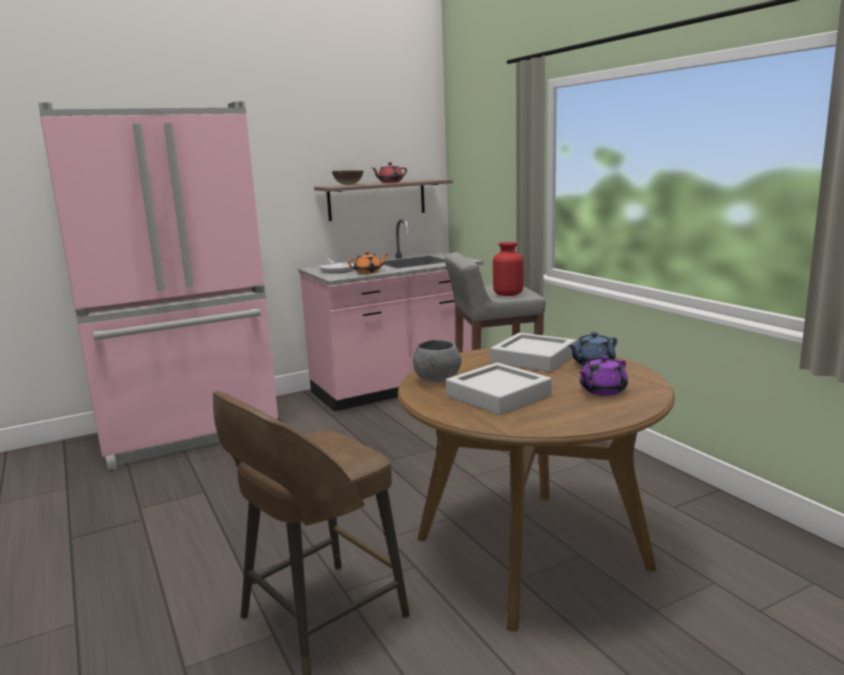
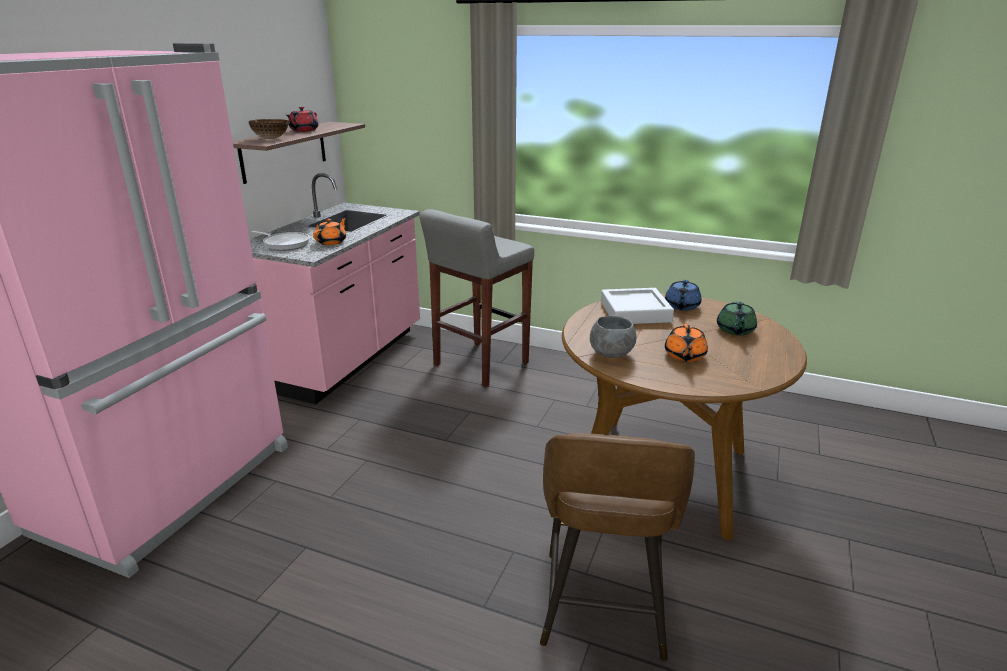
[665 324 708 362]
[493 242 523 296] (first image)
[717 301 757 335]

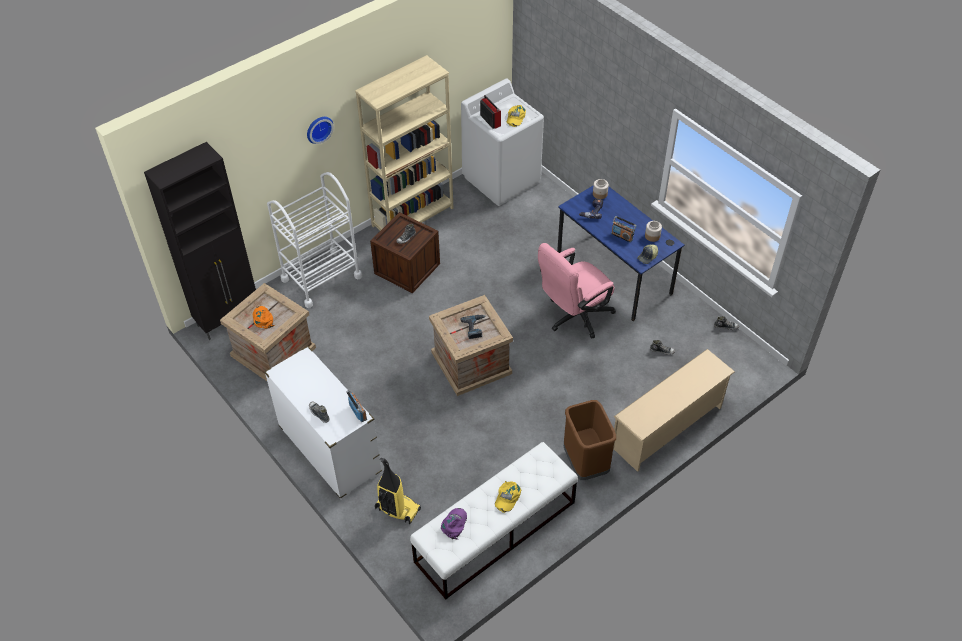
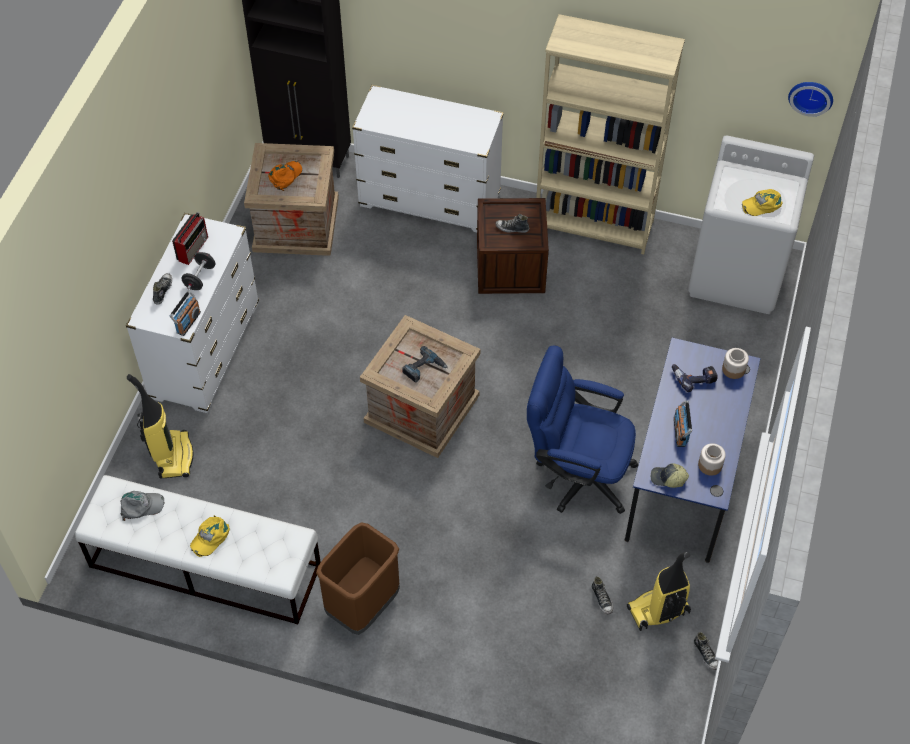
[352 85 504 232]
[788 82 833 117]
[120 491 165 521]
[172 212 208 265]
[190 515 230 557]
[527 345 638 514]
[613 349 735 472] (first image)
[181 252 216 290]
[627 552 691 631]

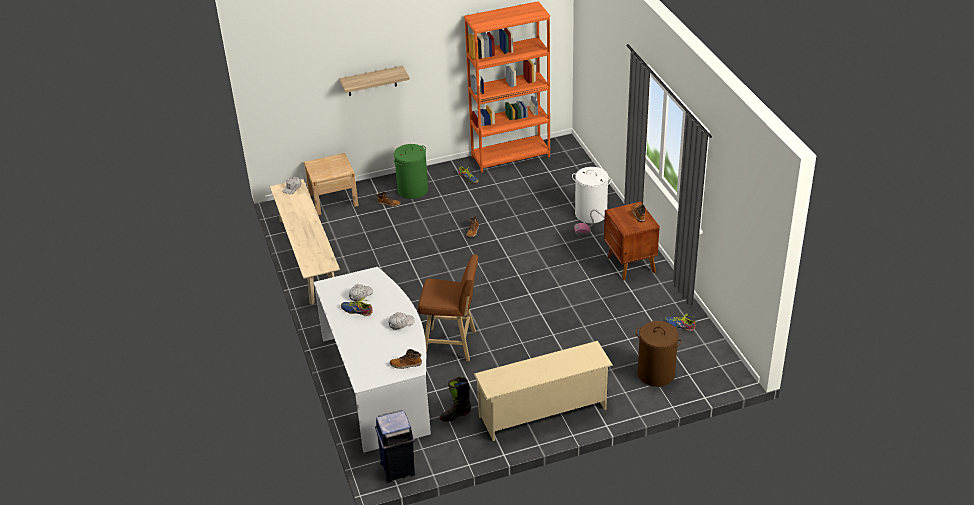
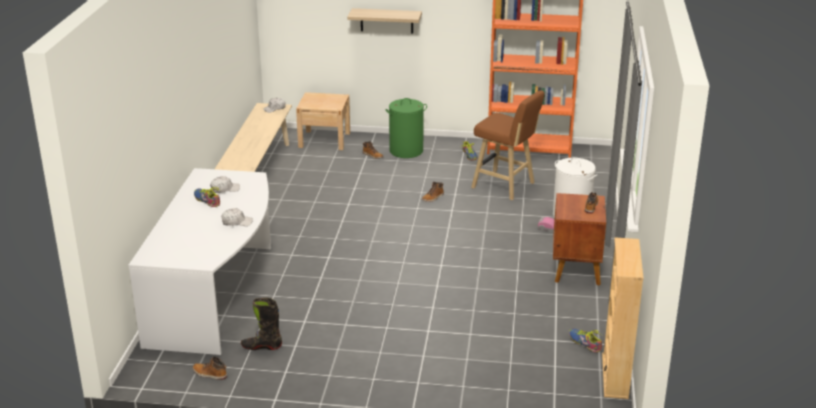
[375 410 415 482] (first image)
[193 357 227 380]
[471 90 545 200]
[474 341 613 441] (first image)
[635 321 682 387] (first image)
[602 237 644 399]

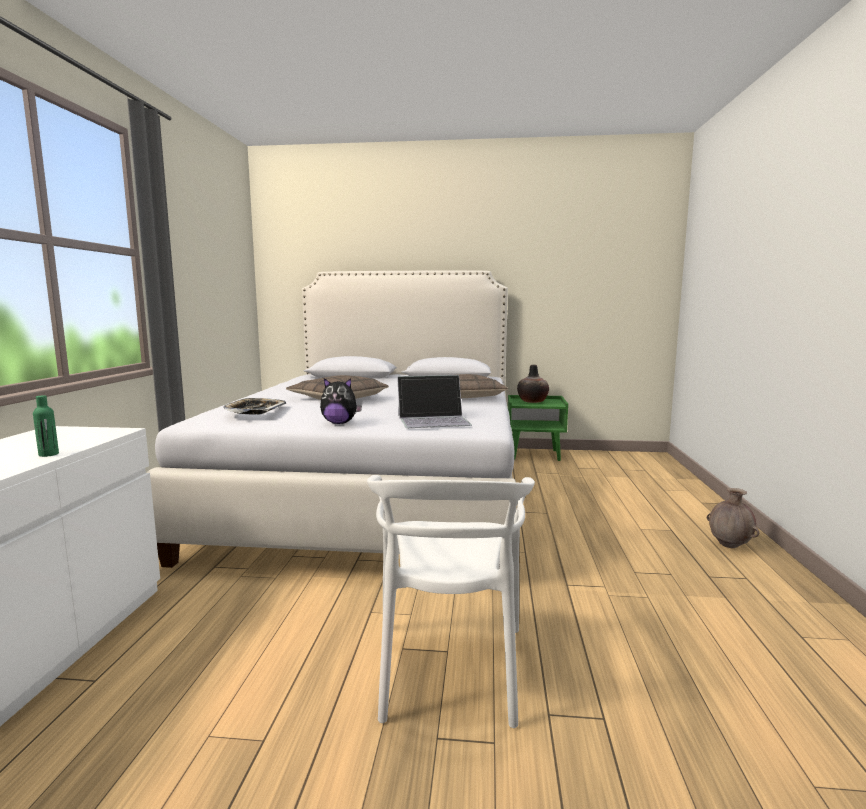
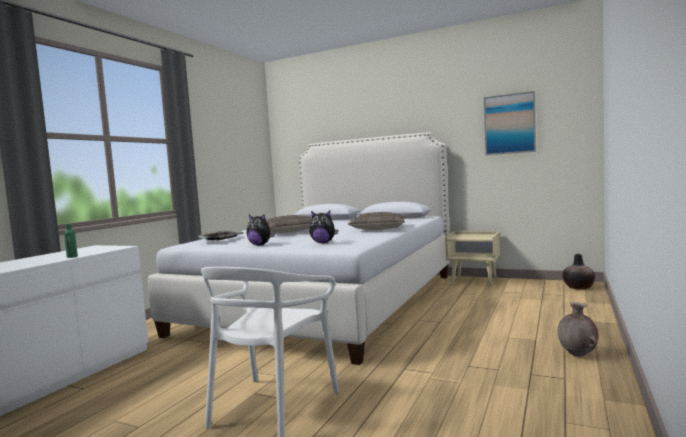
[310 211 338 243]
[445 231 500 286]
[563 254 595 289]
[484 91 536 155]

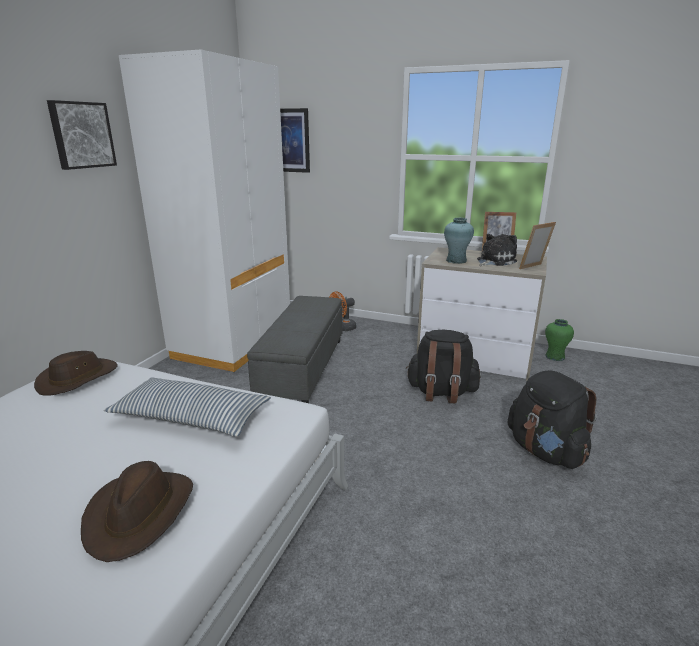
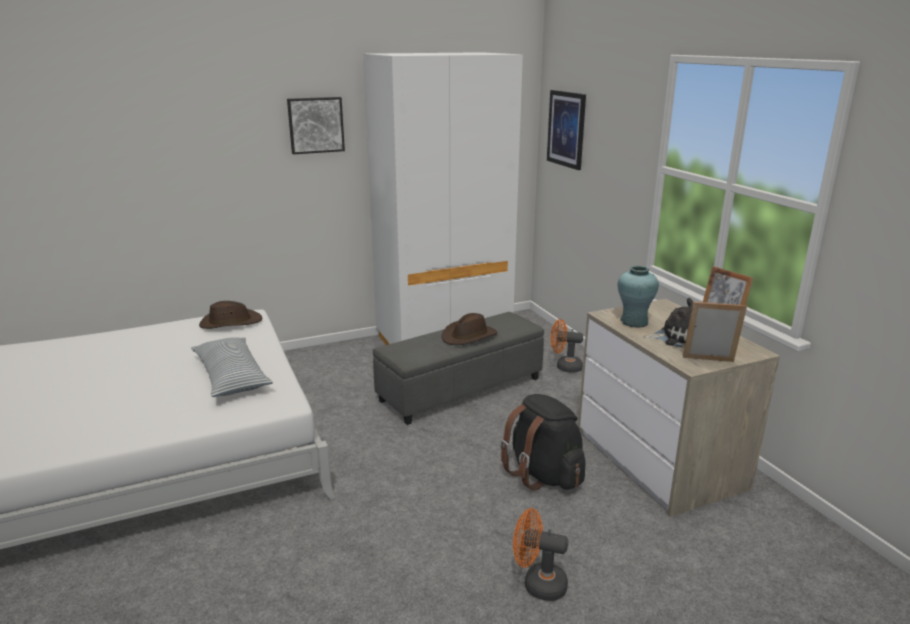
[441 313 498 345]
[513 508 568 601]
[545 319 574 361] (first image)

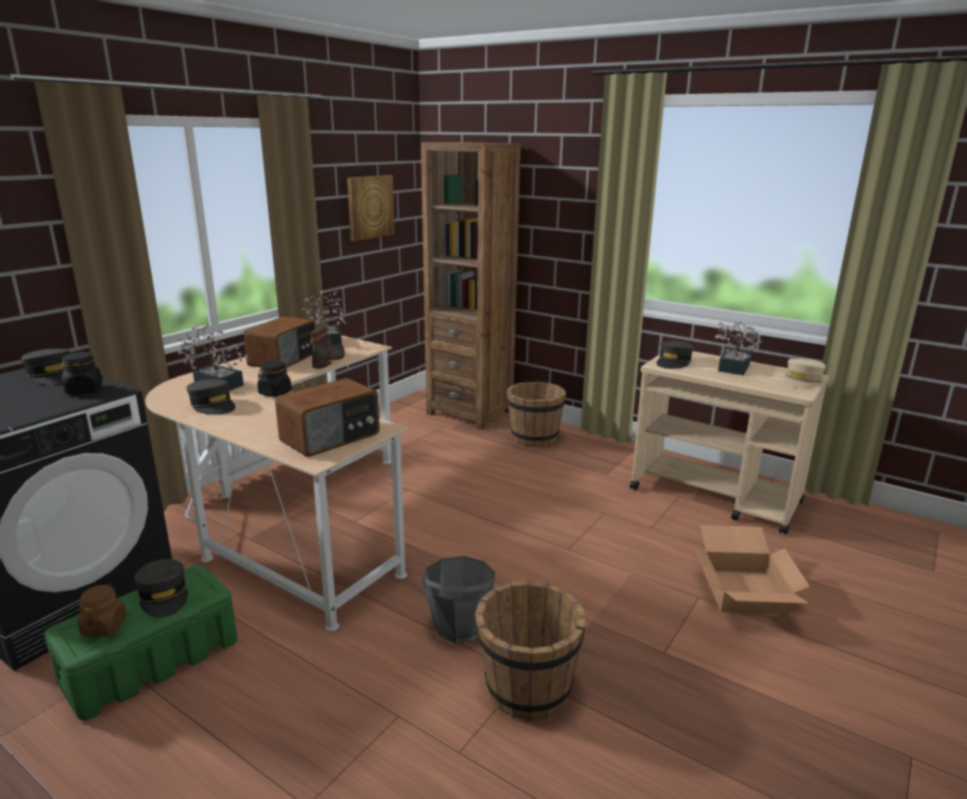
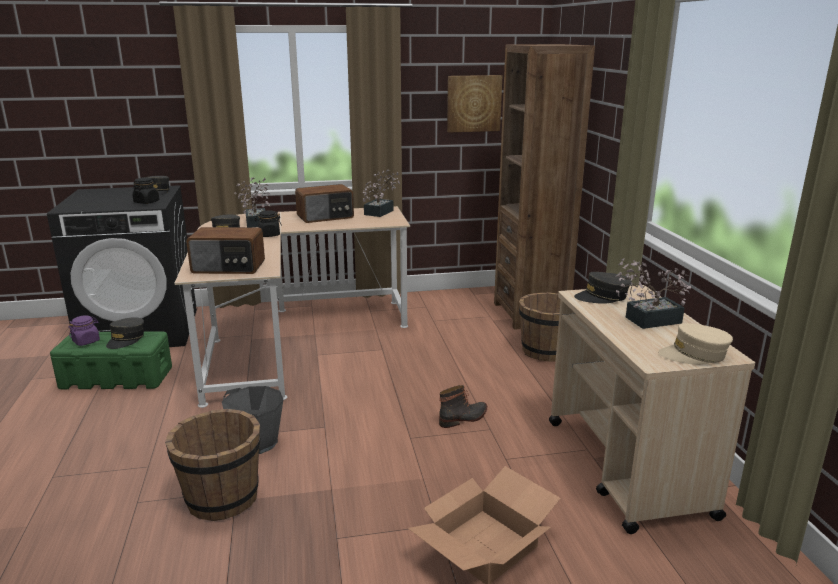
[69 315 100 346]
[439 385 487 428]

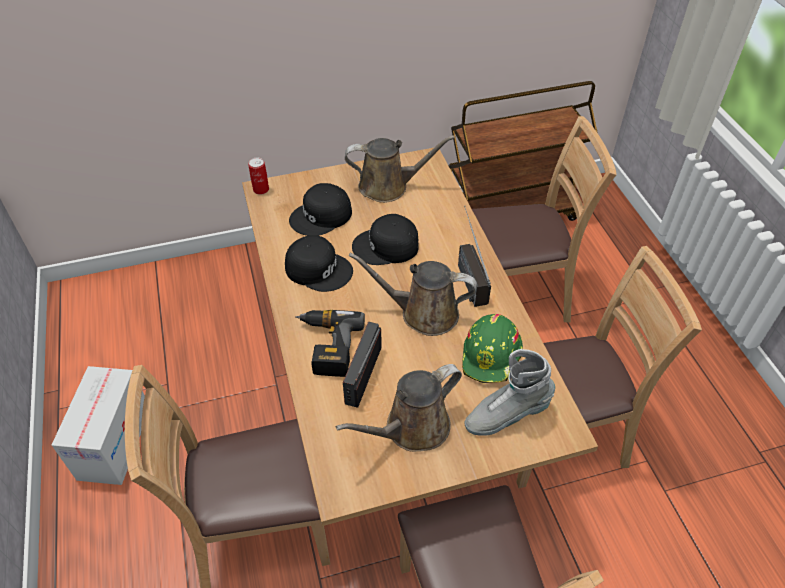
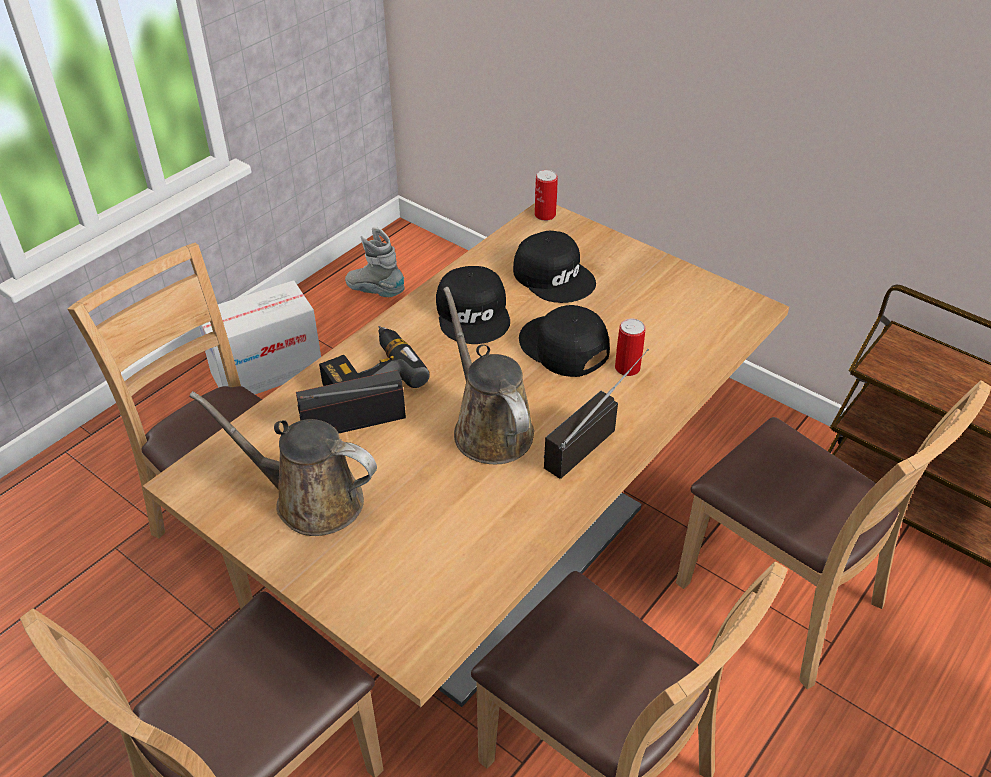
[513 231 596 303]
[345 136 455 203] (first image)
[462 314 523 383] (first image)
[345 227 405 297]
[615 319 646 376]

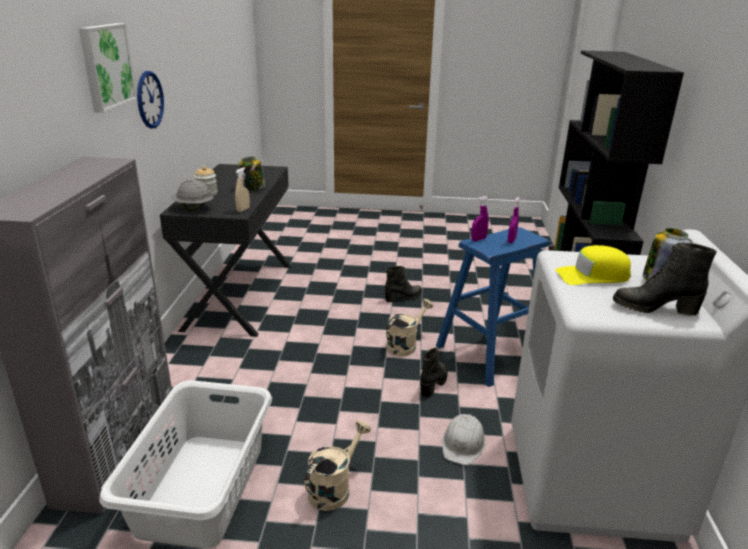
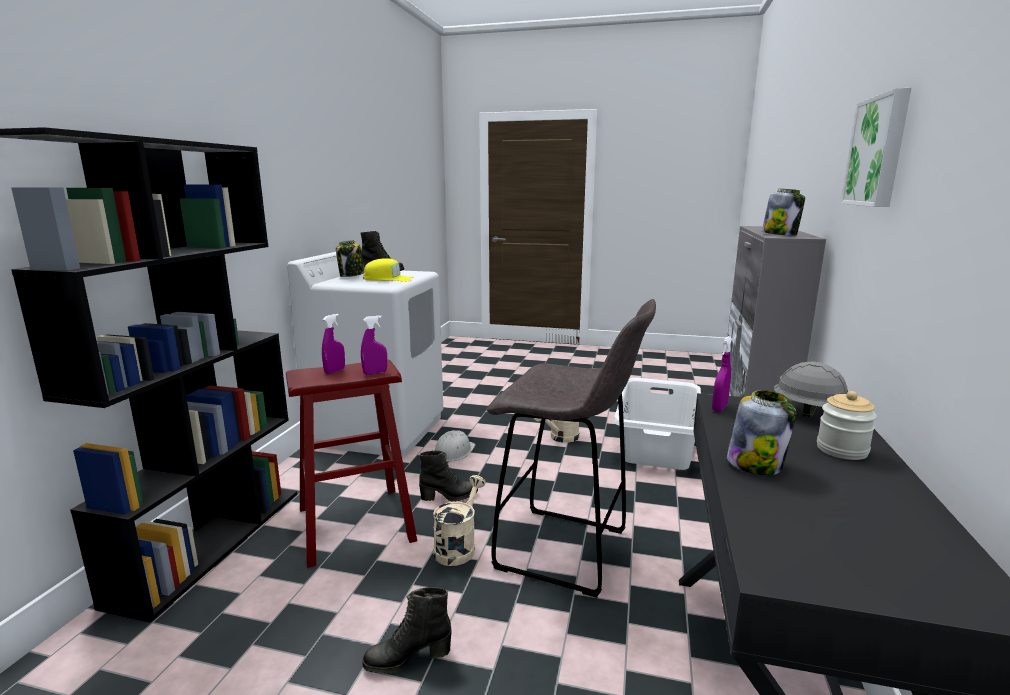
[137 71 164 129] (first image)
[712 336 732 412]
[433 475 486 566]
[419 450 478 502]
[286 359 417 568]
[486 299 656 598]
[762 189 805 236]

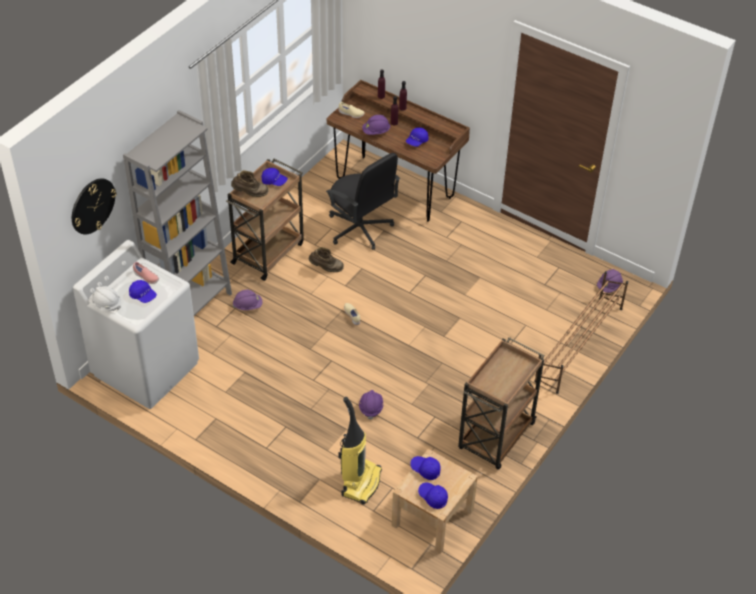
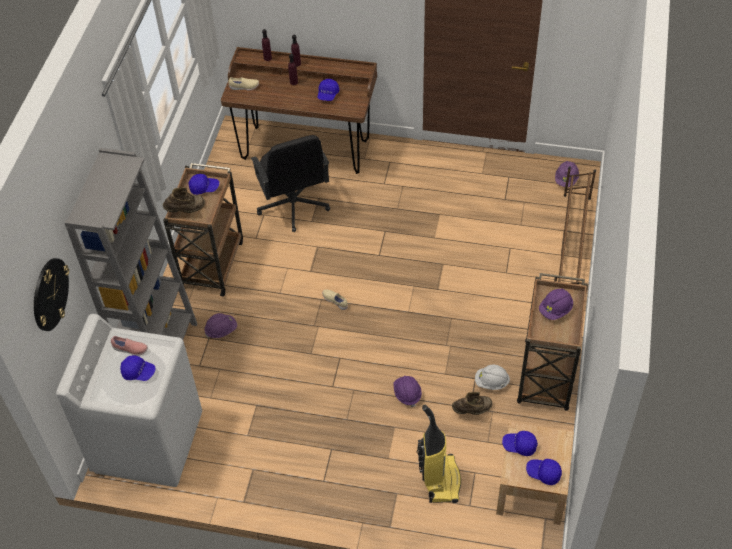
[475 364 510 390]
[452 392 493 415]
[251 135 330 232]
[539 288 573 320]

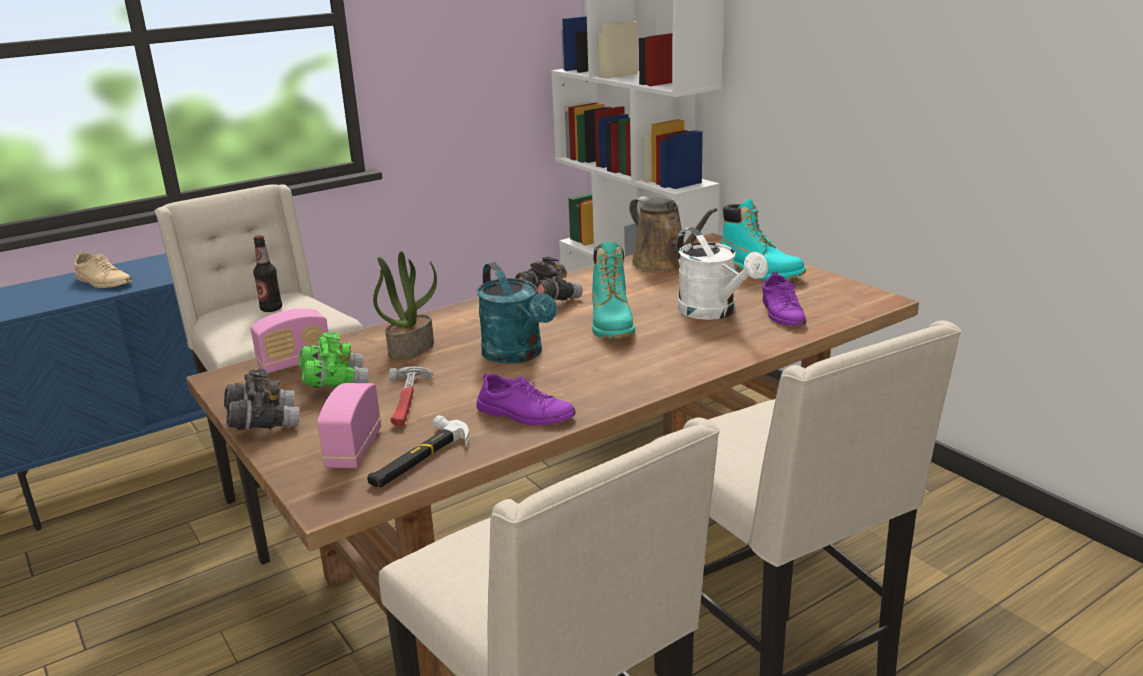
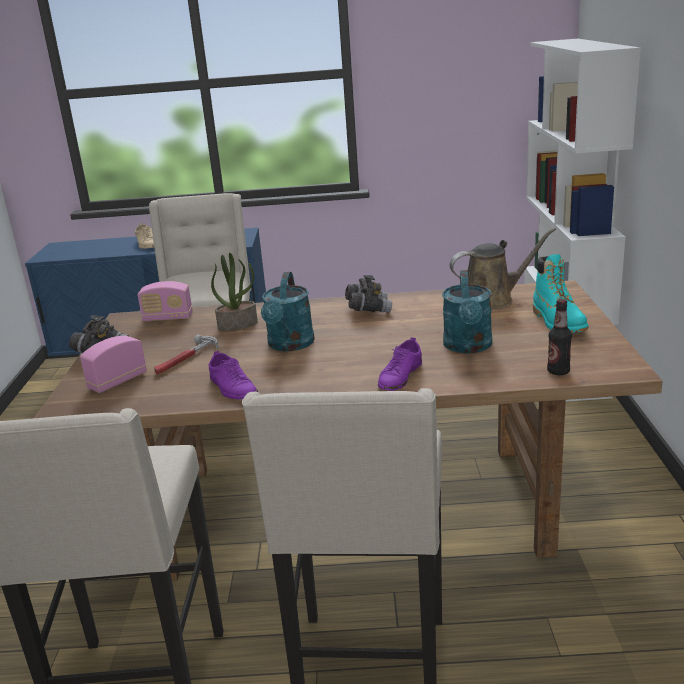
[547 299 572 375]
[299 332 368 388] (first image)
[367 415 470 487] (first image)
[592 242 635 339] (first image)
[450 228 556 309]
[442 270 492 353]
[378 337 422 391]

